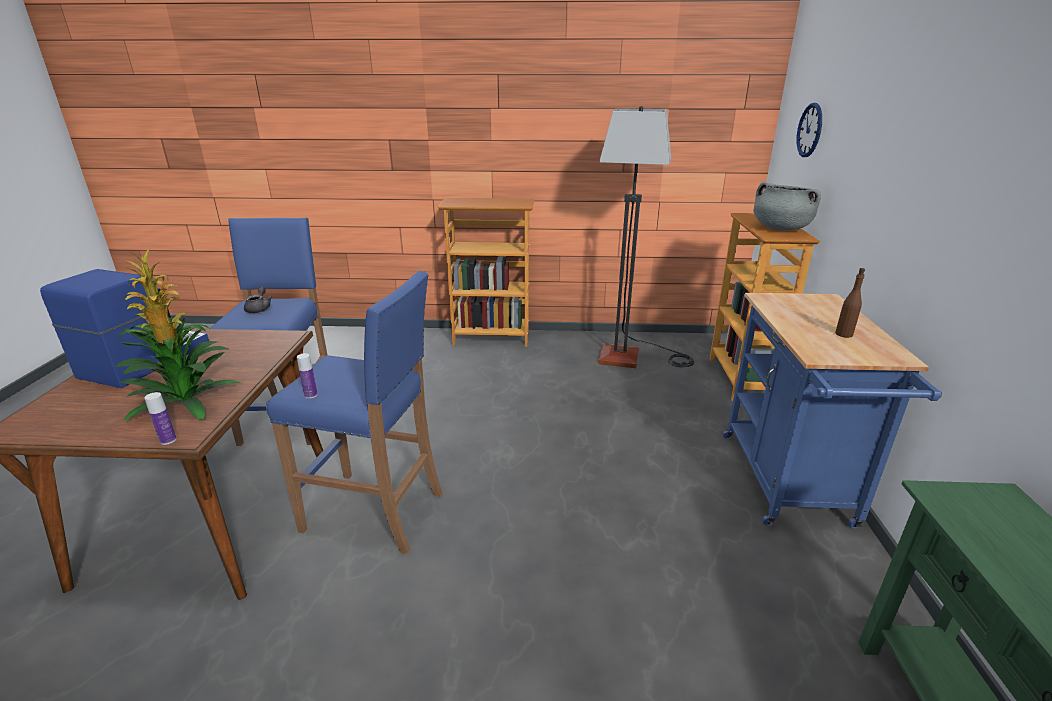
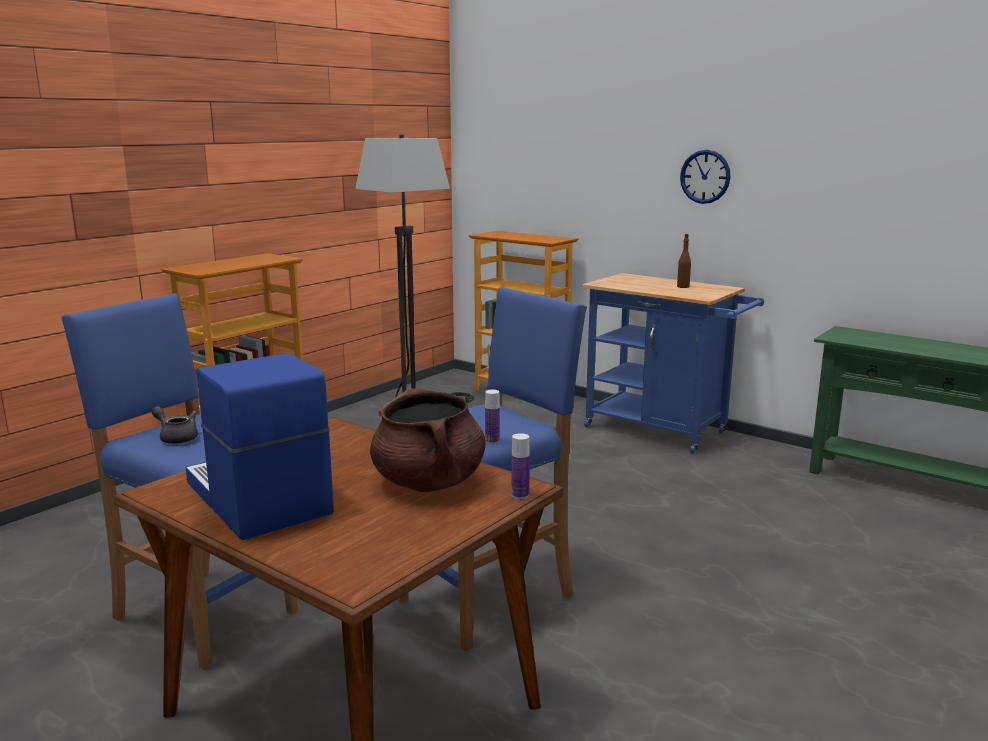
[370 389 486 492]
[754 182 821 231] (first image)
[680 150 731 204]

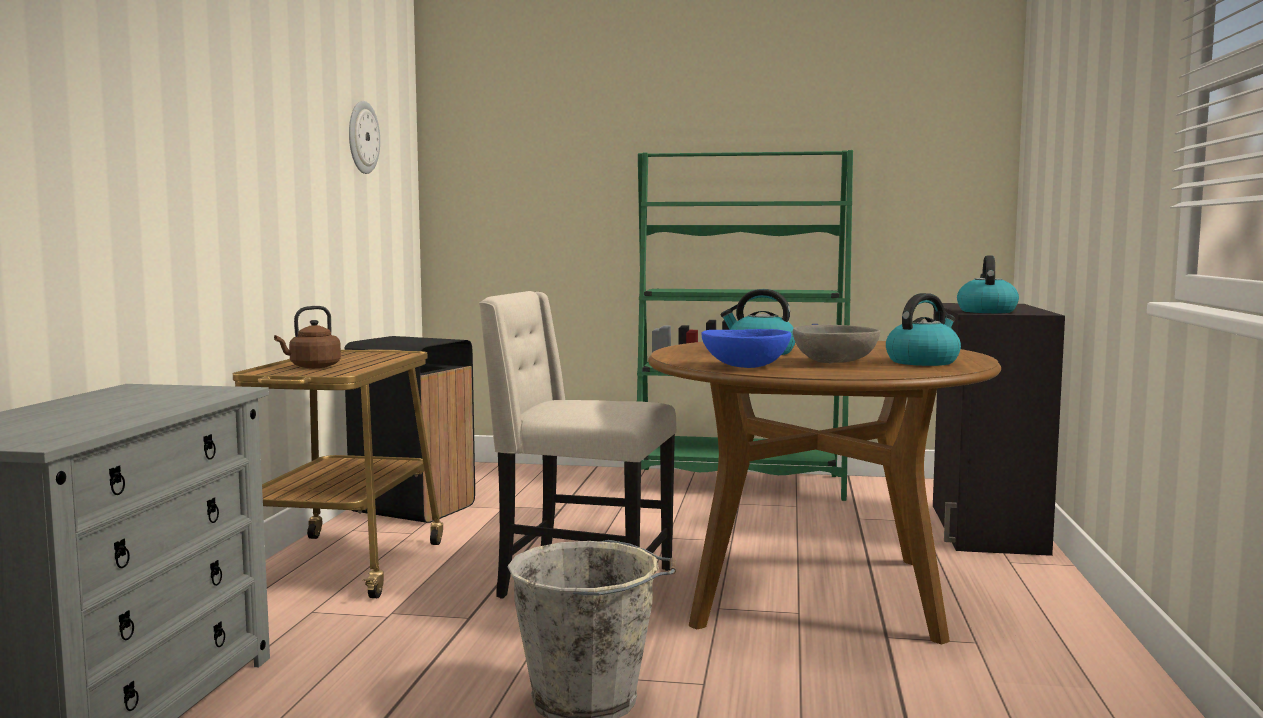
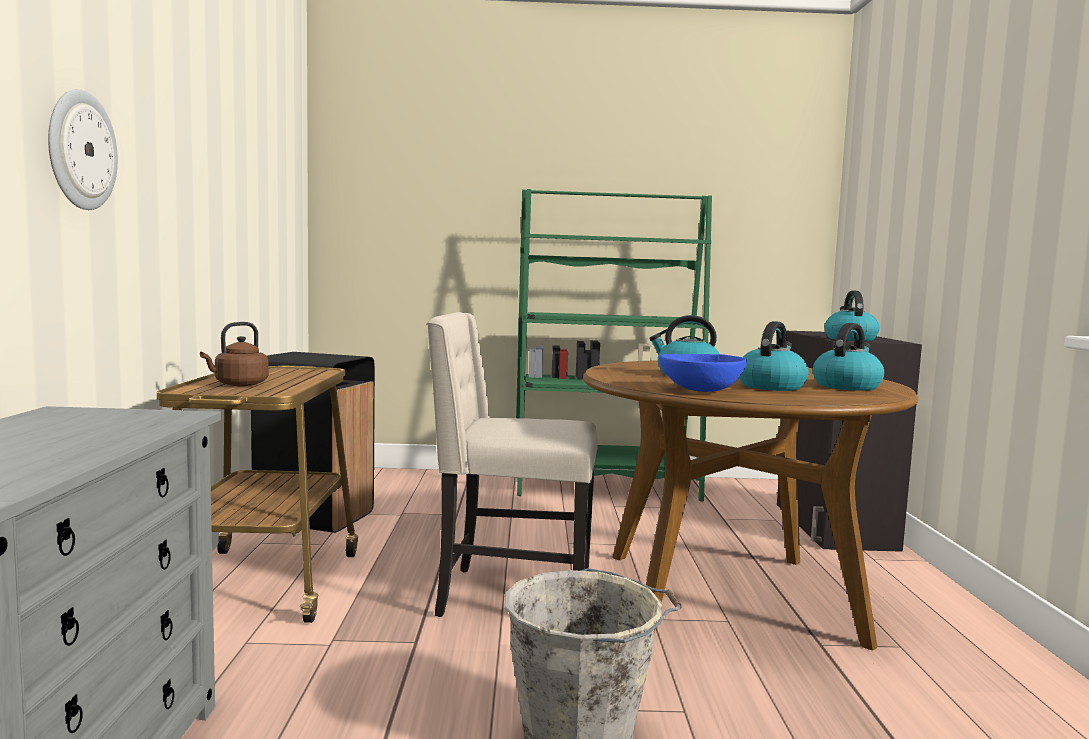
[48 89 118 210]
[739 321 809 391]

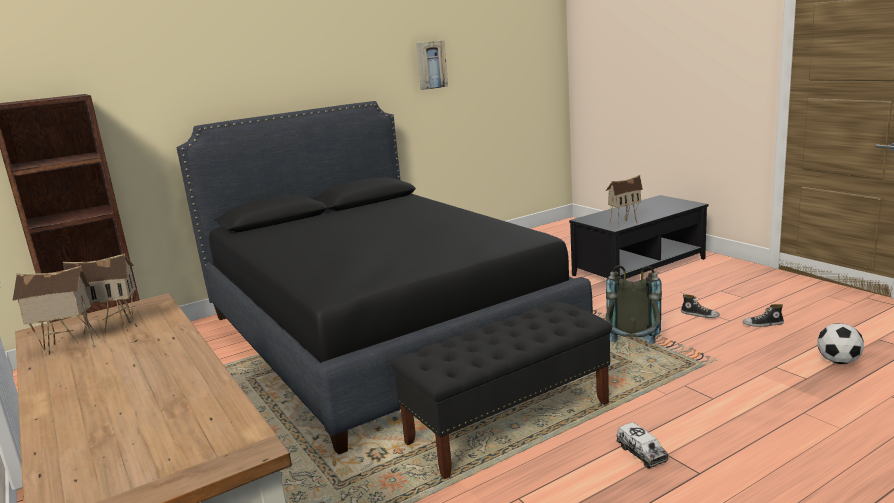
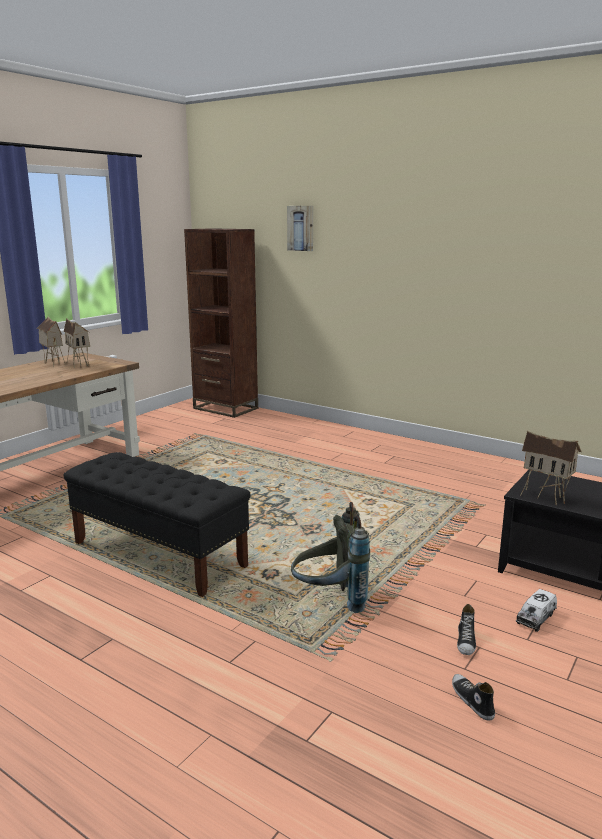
[177 101 593 455] (first image)
[287 206 313 251]
[516 589 557 632]
[817 323 864 364] (first image)

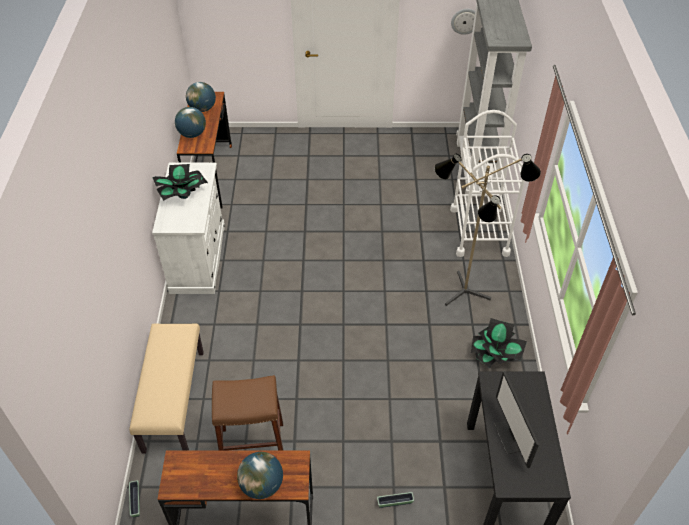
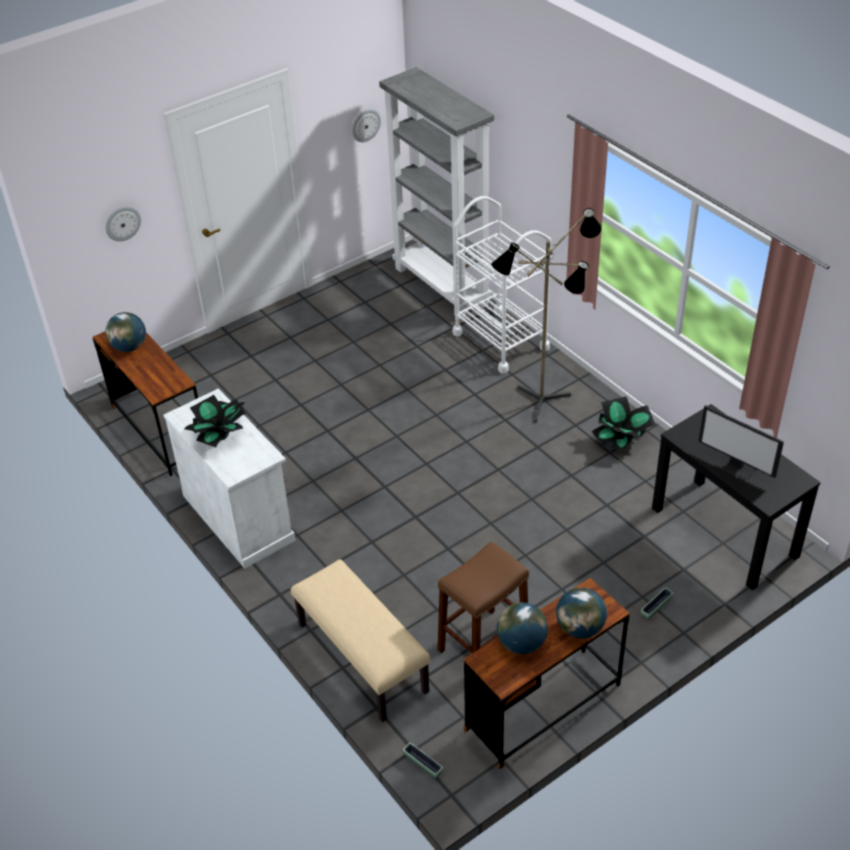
[497 602 548 654]
[106 206 141 241]

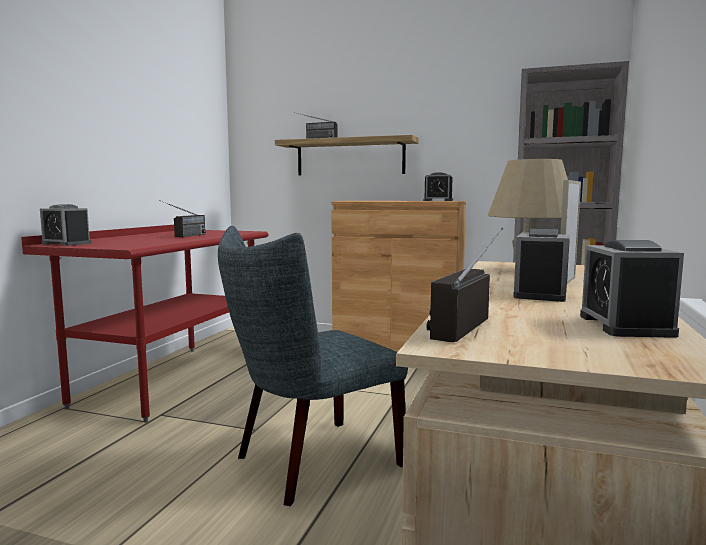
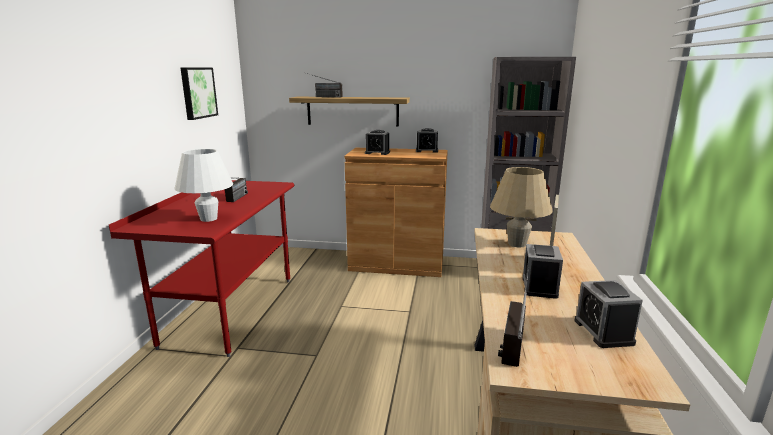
[365 130 390 155]
[218 226 408 506] (first image)
[174 149 233 222]
[181 68 218 120]

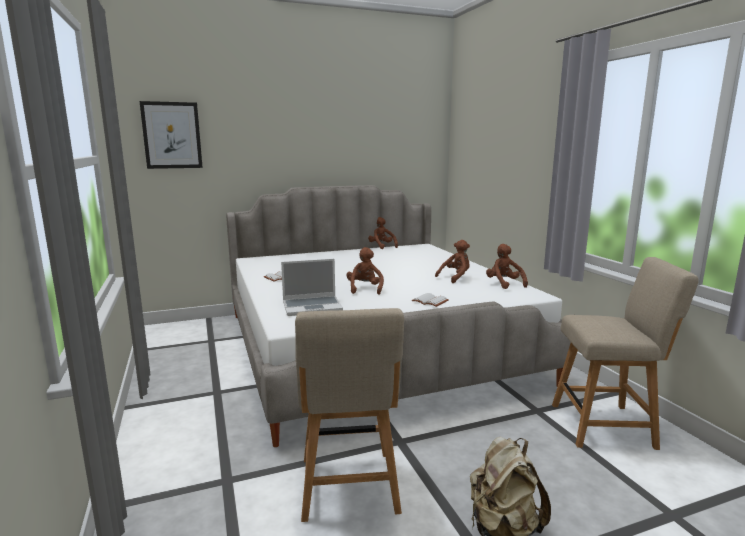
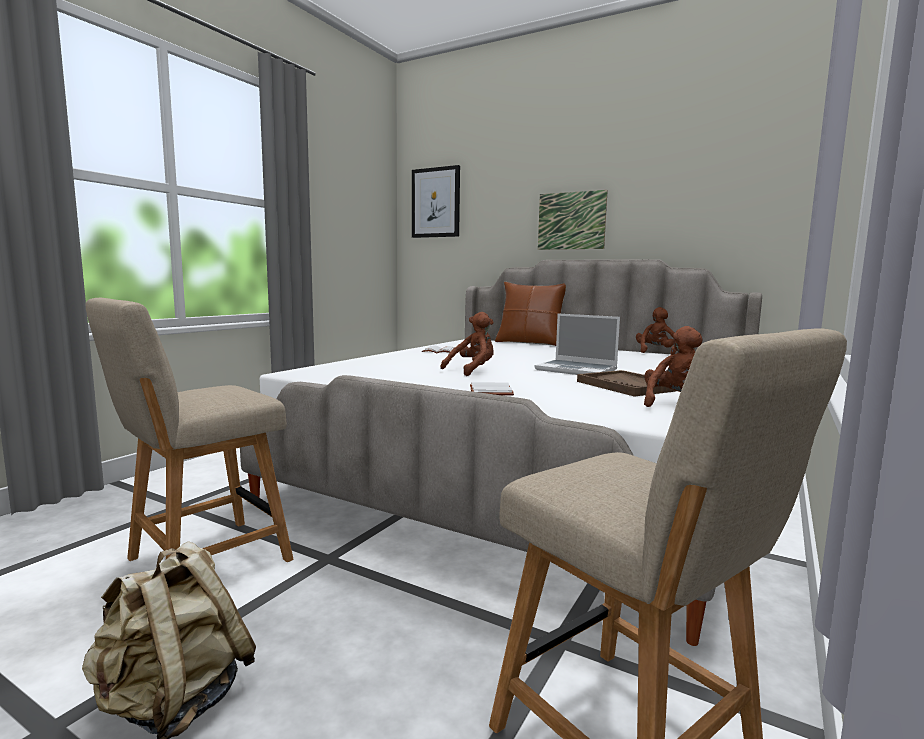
[534 314 620 375]
[577 370 676 397]
[495 282 566 346]
[538 190 608 250]

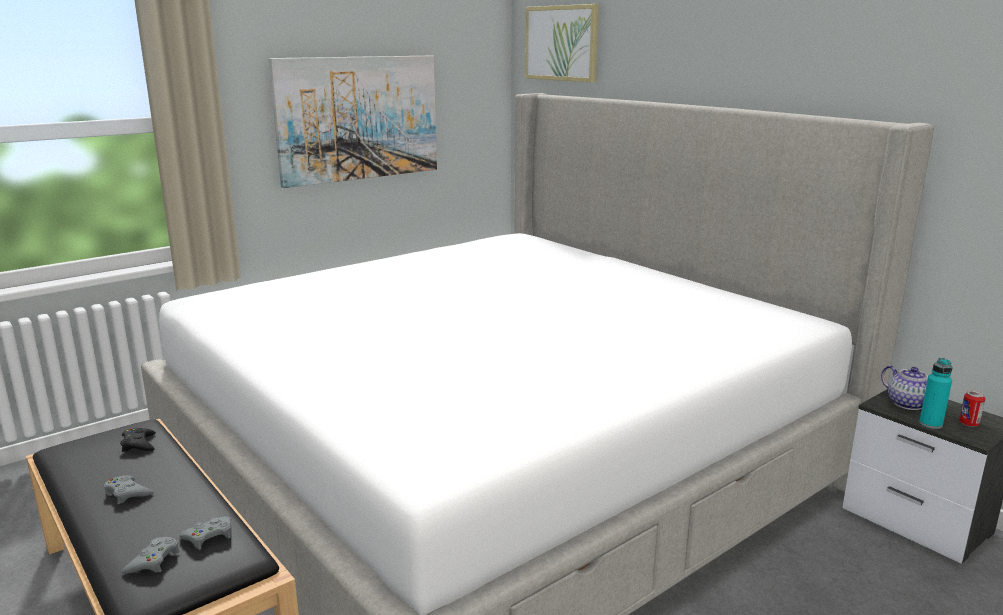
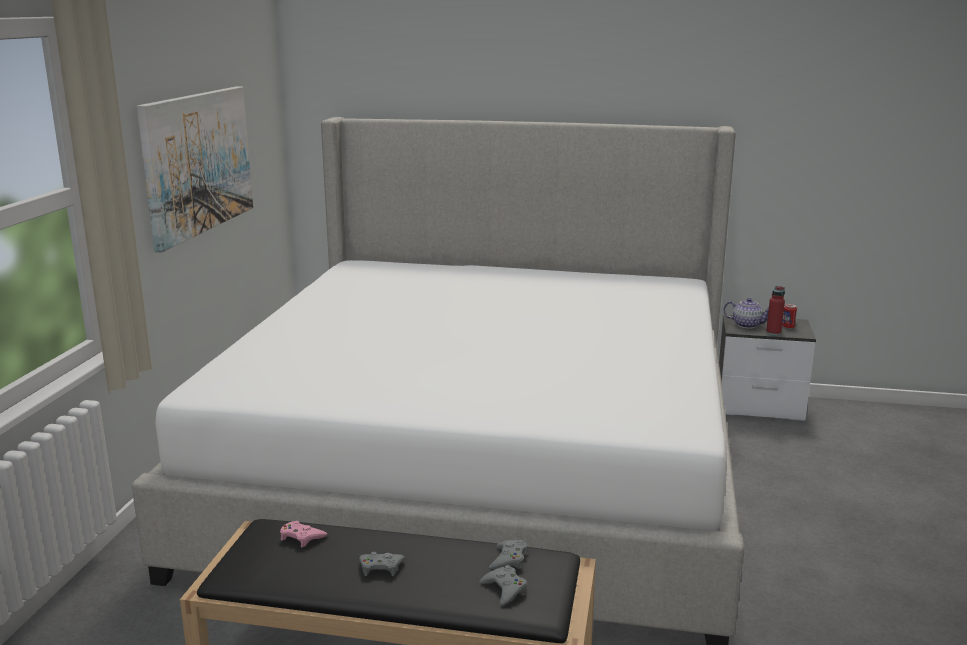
[280 521 327 547]
[525 4 599 82] (first image)
[766 286 785 336]

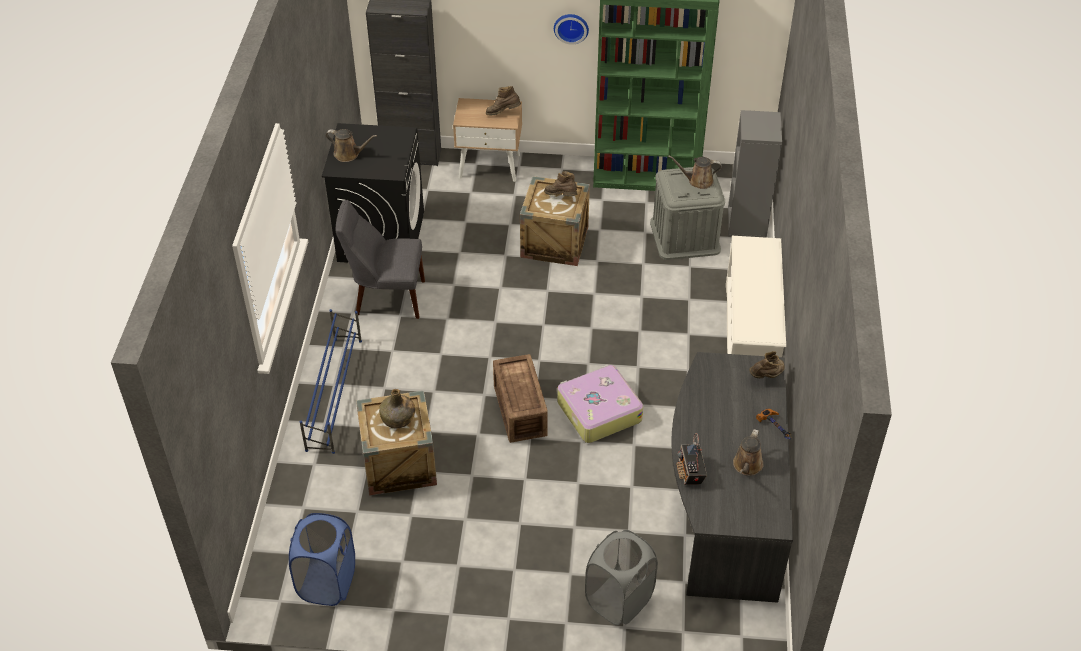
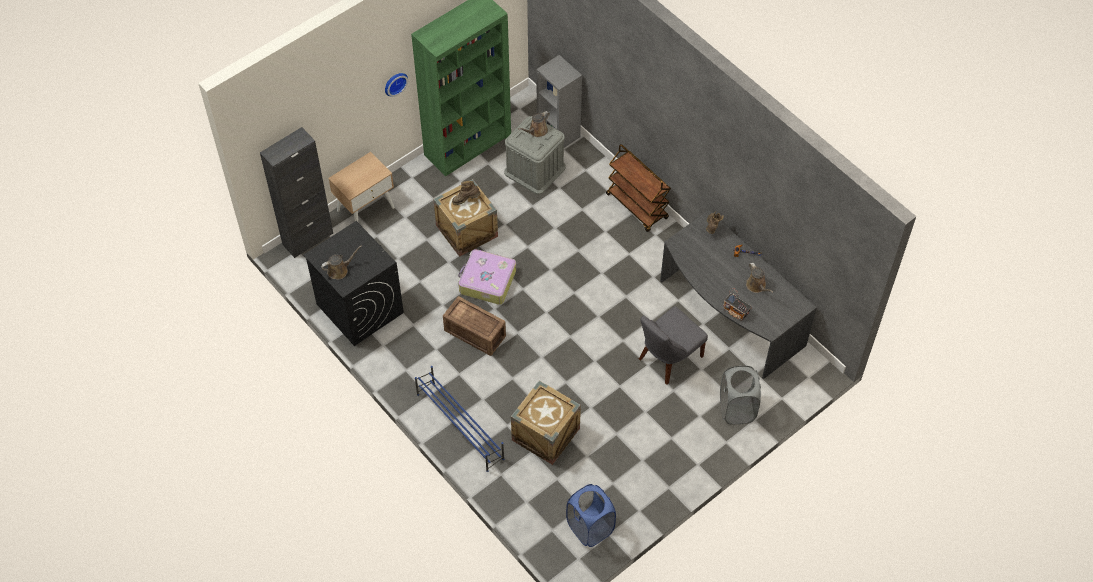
[639 306 708 385]
[379 389 415 428] (first image)
[486 86 521 116] (first image)
[443 296 506 356]
[458 249 516 305]
[606 144 671 232]

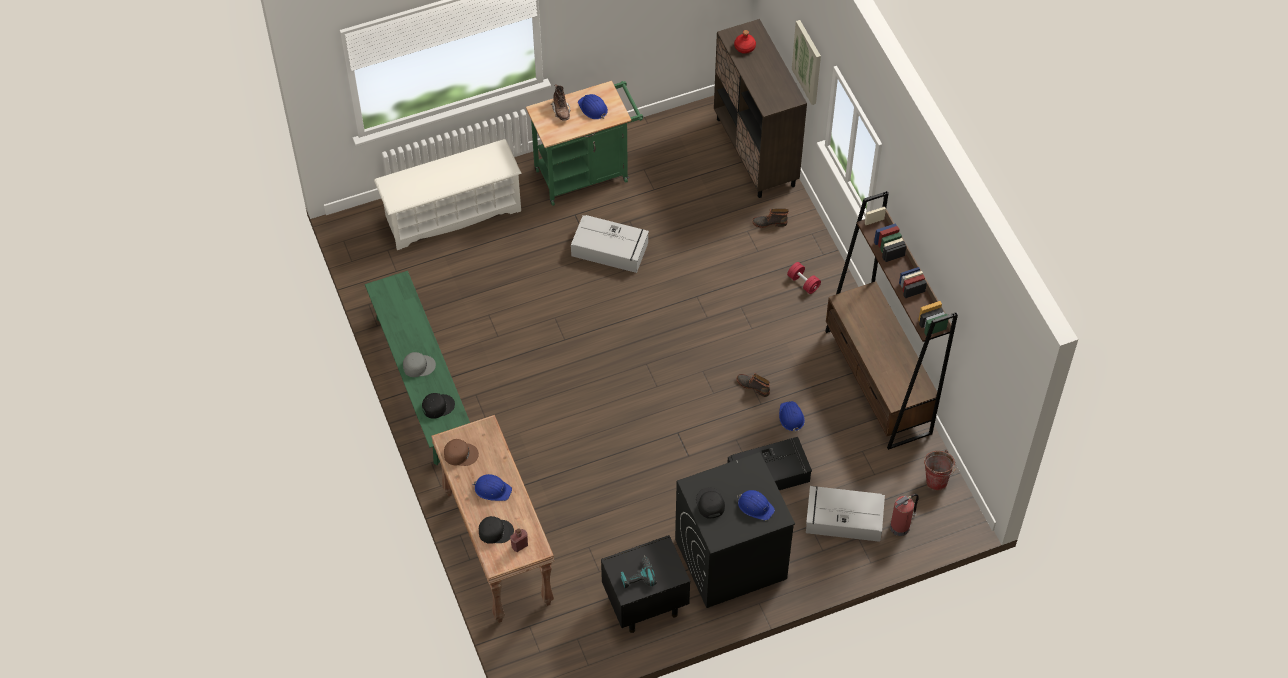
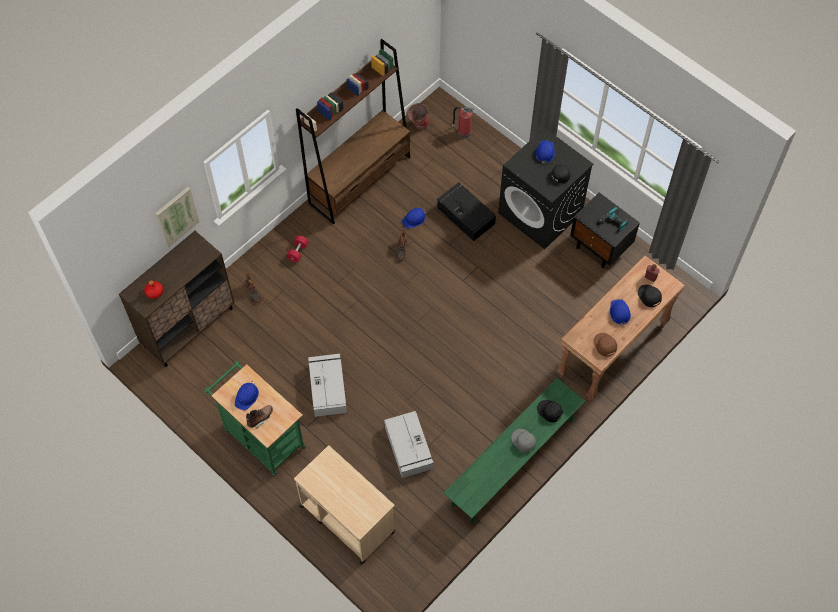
[294 445 395 564]
[384 411 433 478]

